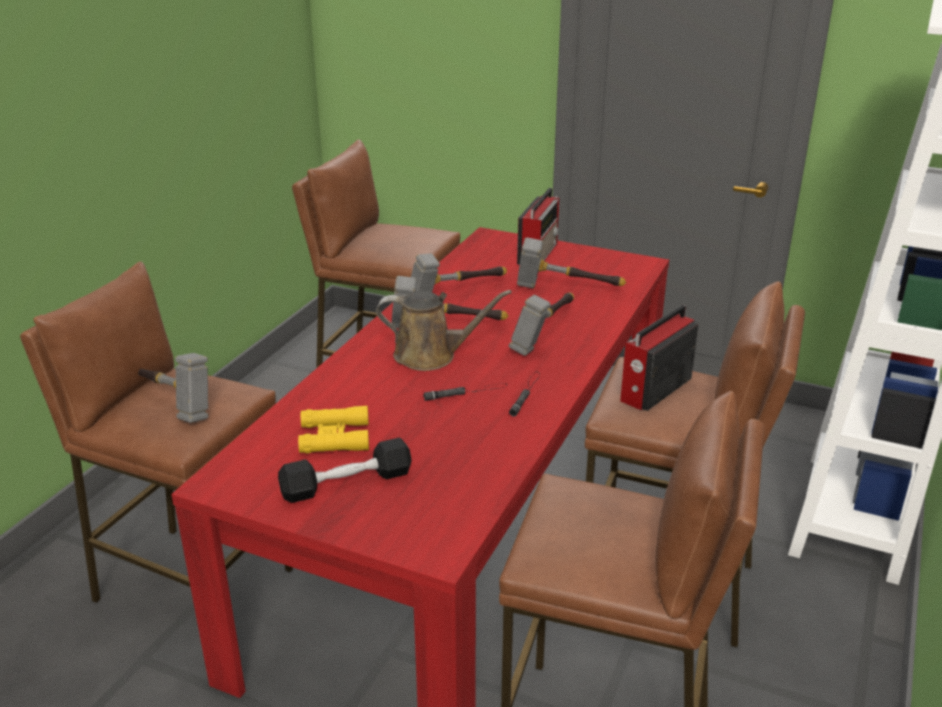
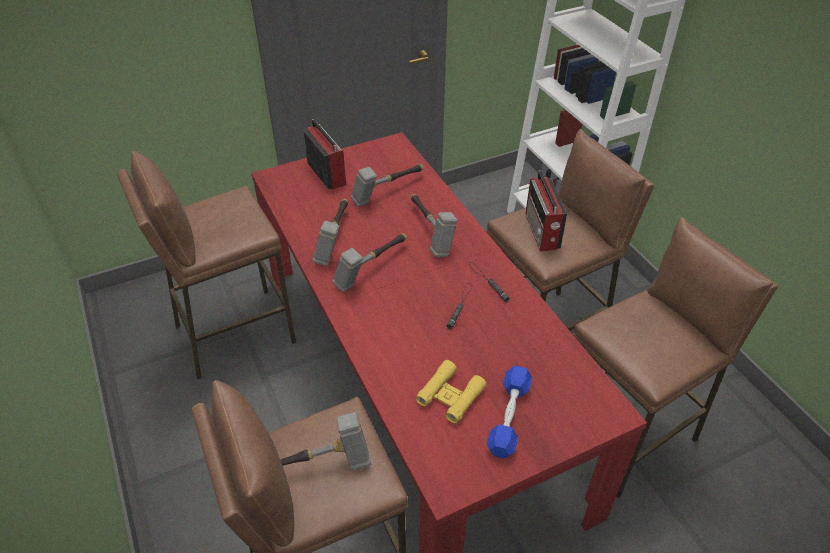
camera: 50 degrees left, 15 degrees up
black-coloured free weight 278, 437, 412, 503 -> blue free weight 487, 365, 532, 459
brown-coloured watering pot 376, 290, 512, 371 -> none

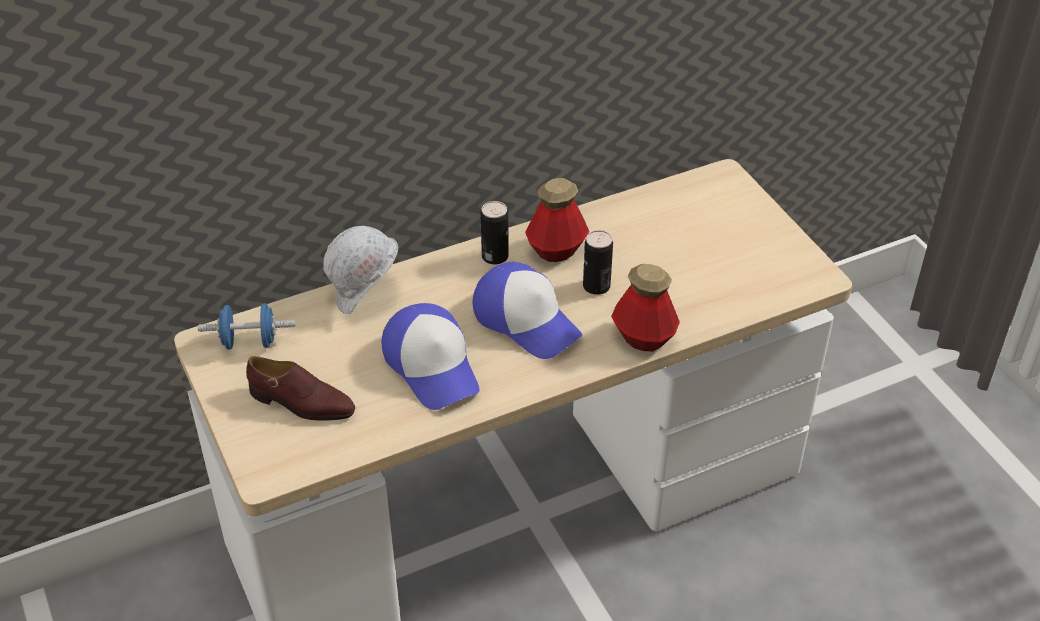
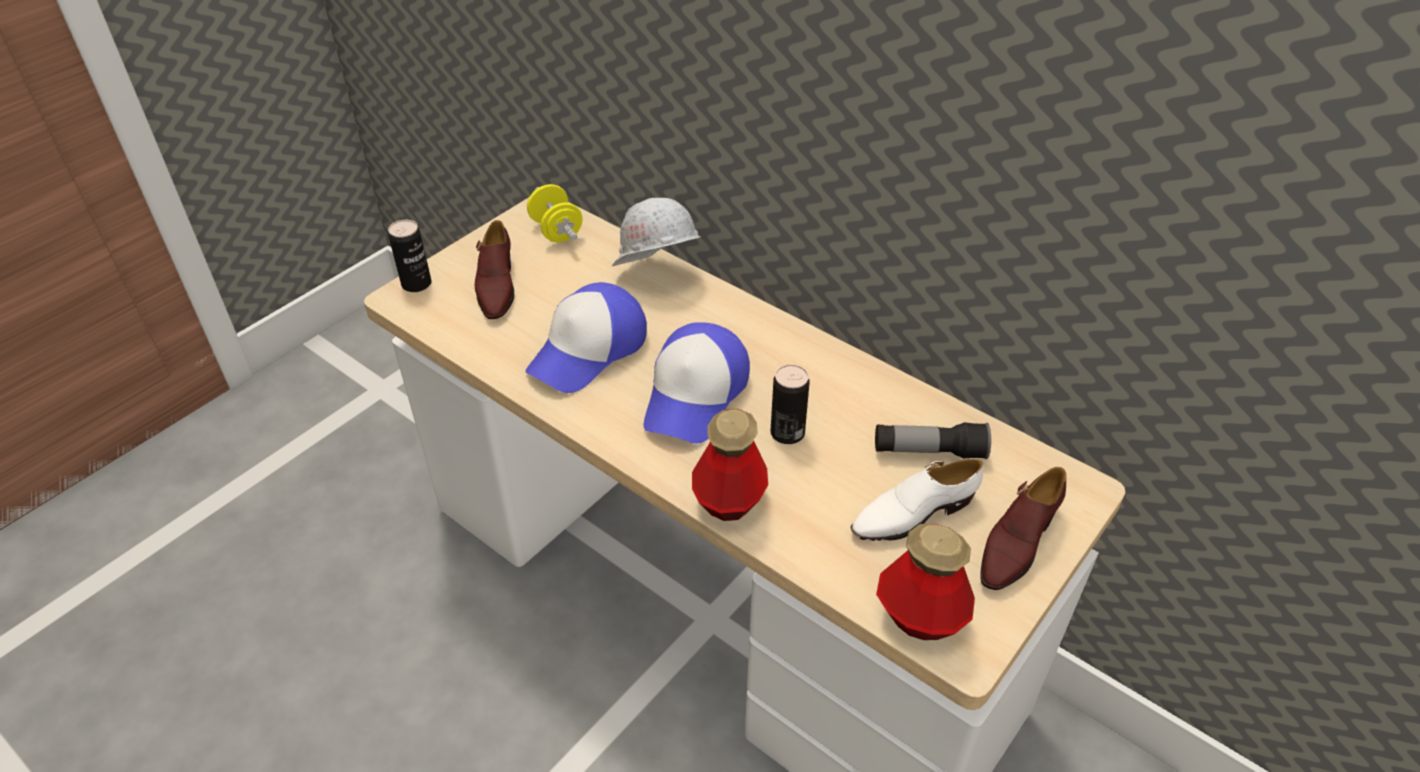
camera: 65 degrees right, 0 degrees up
can 481, 201, 509, 264 -> can 388, 220, 432, 292, moved
blue free weight 198, 303, 296, 350 -> yellow free weight 527, 184, 582, 242
none -> whitish low shoe 850, 459, 983, 541
none -> torch 875, 422, 991, 459
drink bottle 525, 178, 589, 262 -> drink bottle 876, 524, 975, 640, moved
none -> brown-coloured low shoe 980, 467, 1066, 590

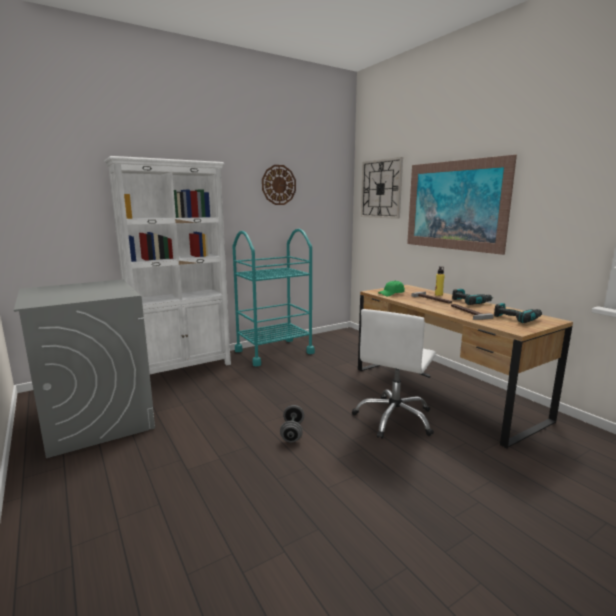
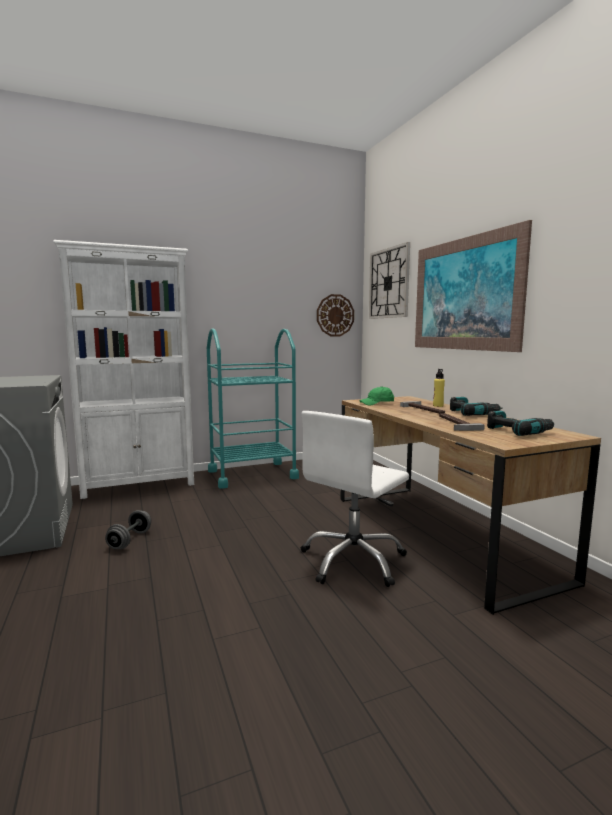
camera: 10 degrees right, 5 degrees down
greyish free weight 280, 405, 304, 443 -> greyish free weight 105, 510, 151, 549, moved
clock on the wall 262, 165, 296, 205 -> clock on the wall 317, 294, 354, 336, moved

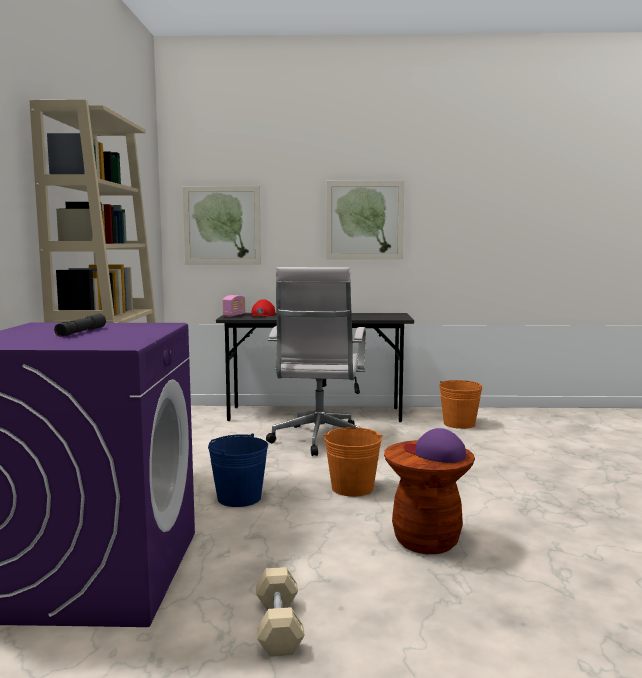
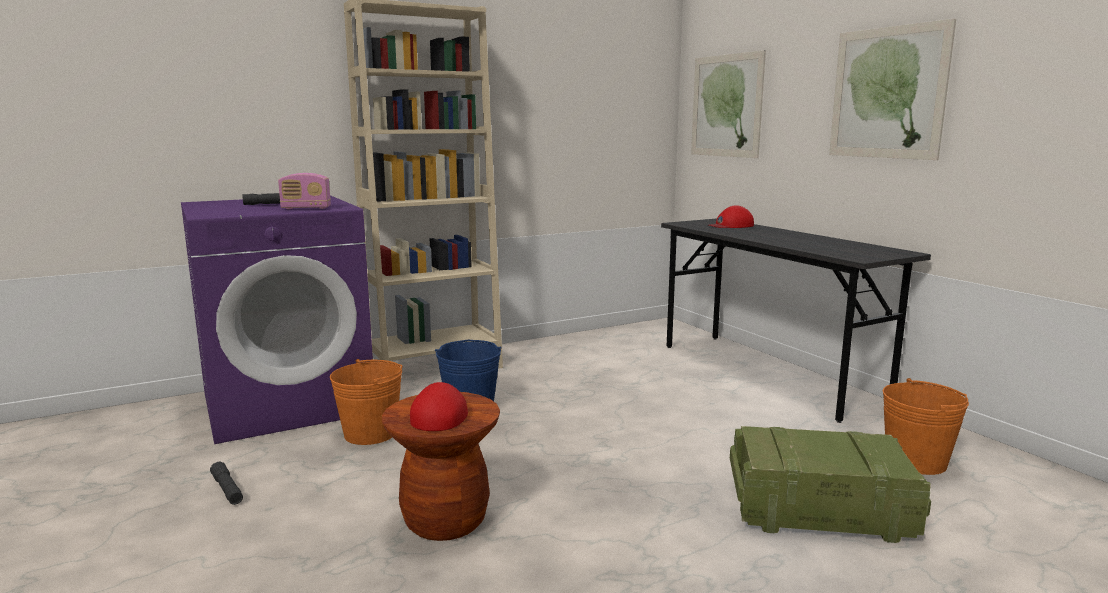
camera: 60 degrees right, 5 degrees up
beige-coloured free weight 256, 567, 305, 657 -> greyish torch 210, 462, 243, 505
radio set 223, 295, 245, 317 -> radio set 278, 173, 331, 209, moved
orange-coloured pail 323, 427, 383, 497 -> orange-coloured pail 330, 359, 403, 445, moved
purple-coloured baseball cap 404, 428, 466, 463 -> red-coloured baseball cap 410, 382, 468, 431
none -> crate 730, 426, 931, 543
whitish office chair 266, 267, 366, 456 -> none

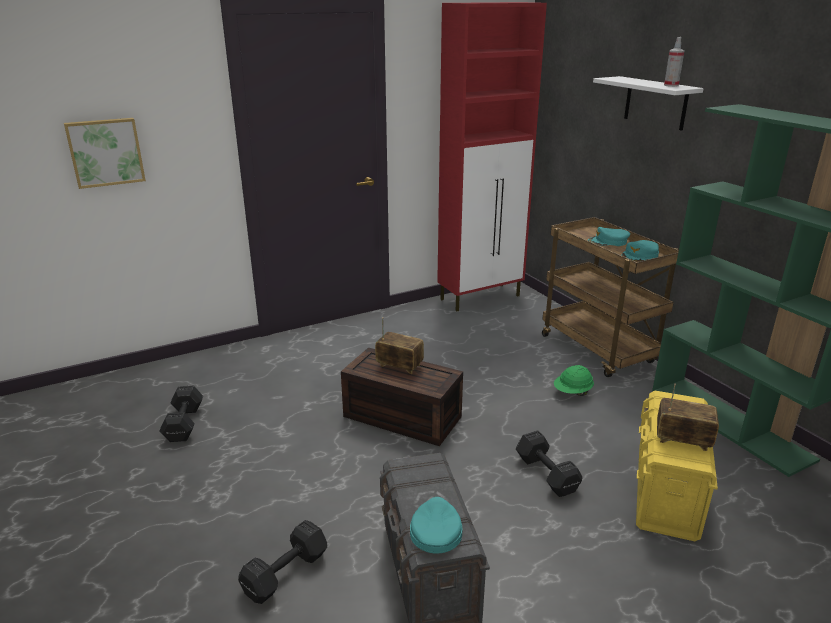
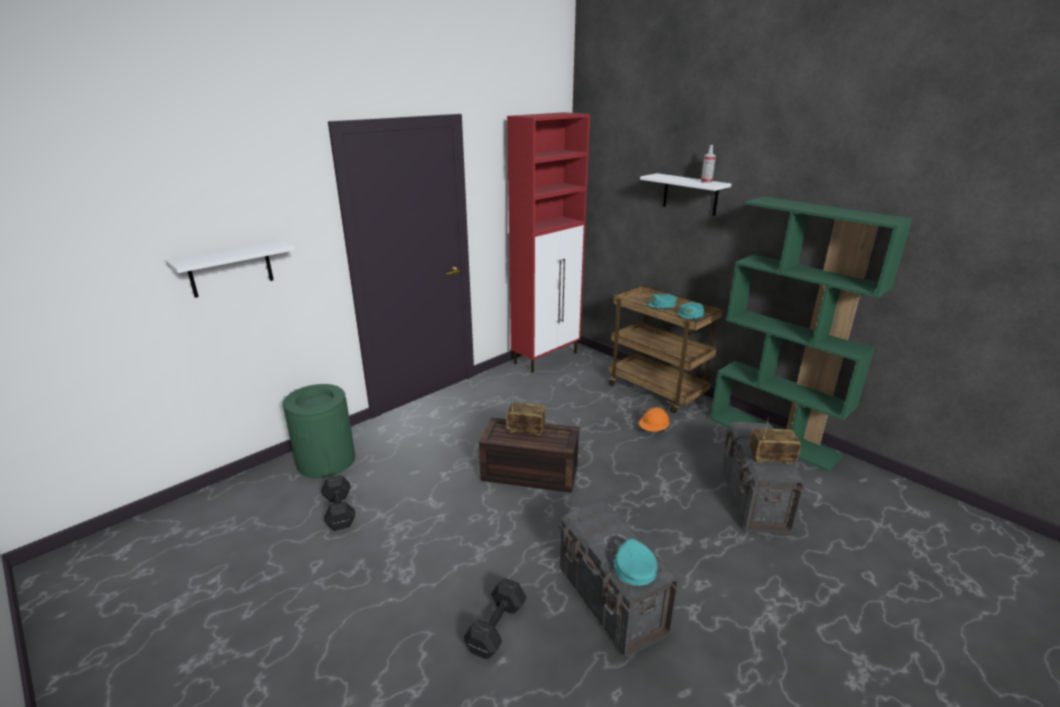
camera: 15 degrees left, 0 degrees up
wall picture 64, 118, 146, 189 -> whitish bracket shelf 166, 240, 296, 298
none -> green-coloured waste bin 283, 384, 355, 478
green-coloured safety helmet 554, 365, 594, 396 -> orange-coloured safety helmet 639, 407, 670, 432
yellow storage box 636, 390, 718, 541 -> greyish storage box 722, 422, 807, 534
black-coloured free weight 516, 431, 583, 497 -> none

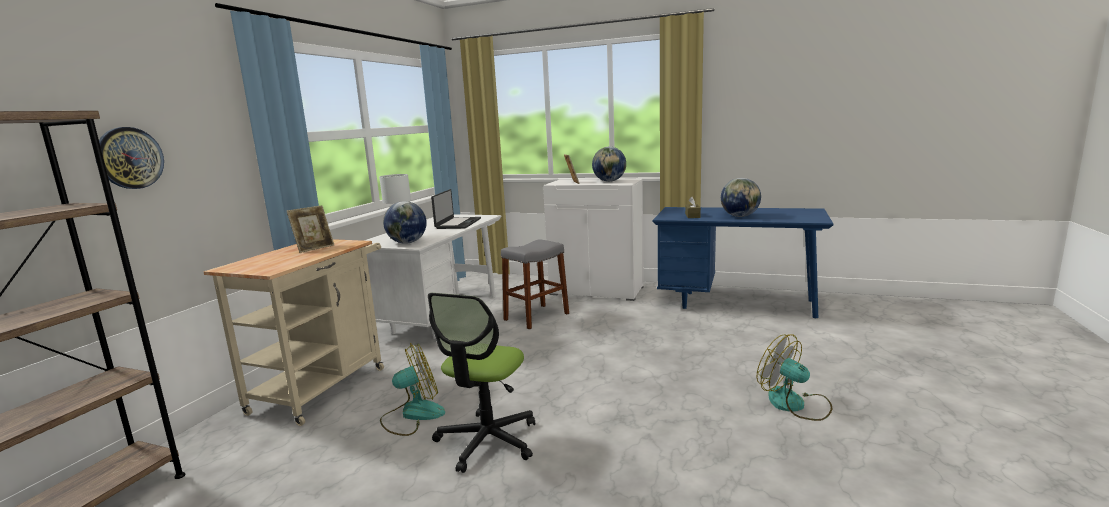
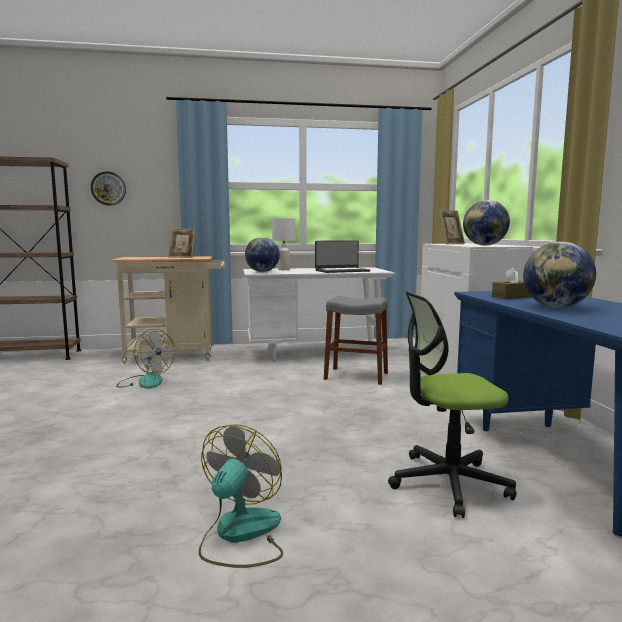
camera: 60 degrees right, 5 degrees down
office chair 428, 293, 535, 473 -> office chair 388, 291, 516, 518, moved

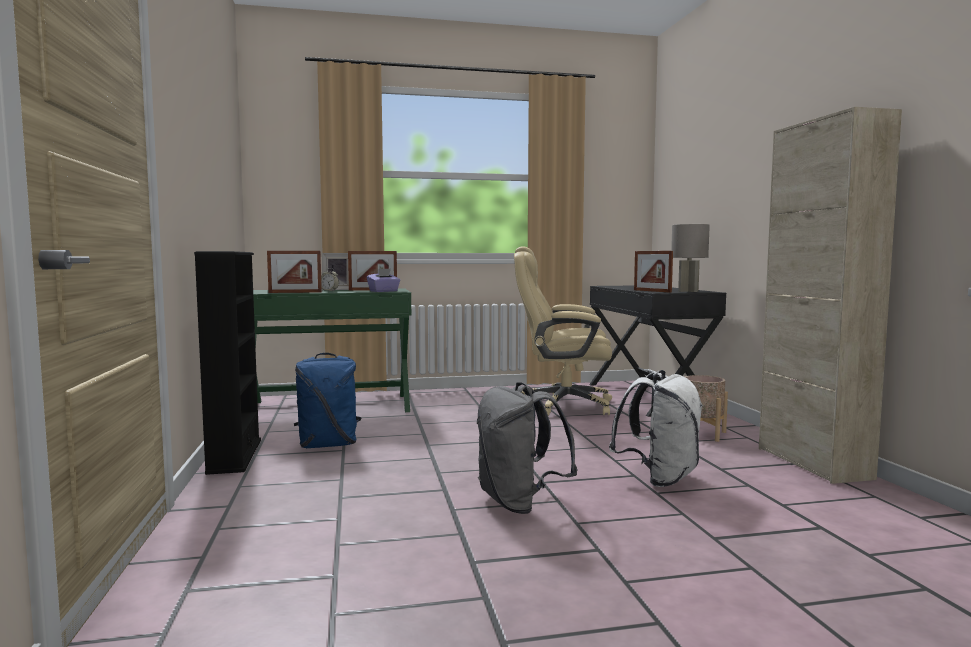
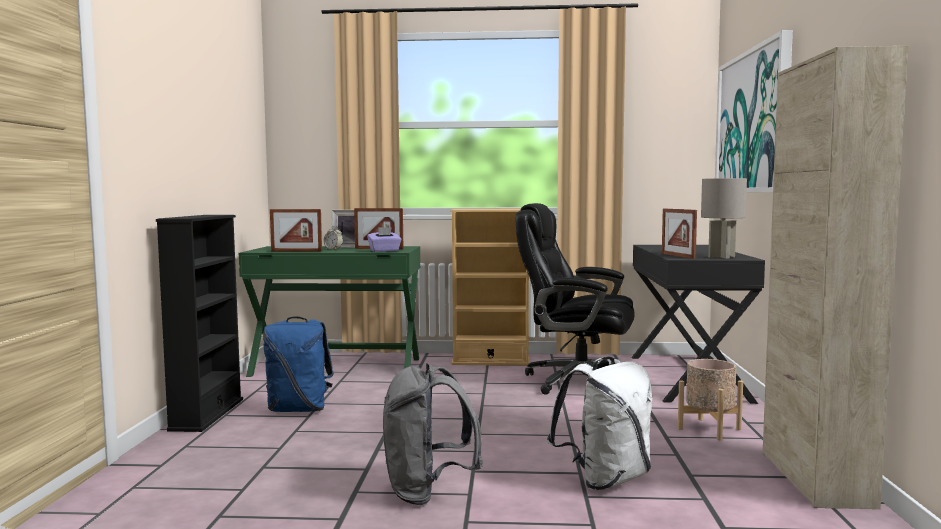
camera: 15 degrees right, 0 degrees up
none -> beige-coloured shelving unit 450, 209, 530, 366
beige-coloured office chair 514, 246, 612, 416 -> black-coloured office chair 516, 203, 635, 395
none -> wall picture 715, 30, 793, 192

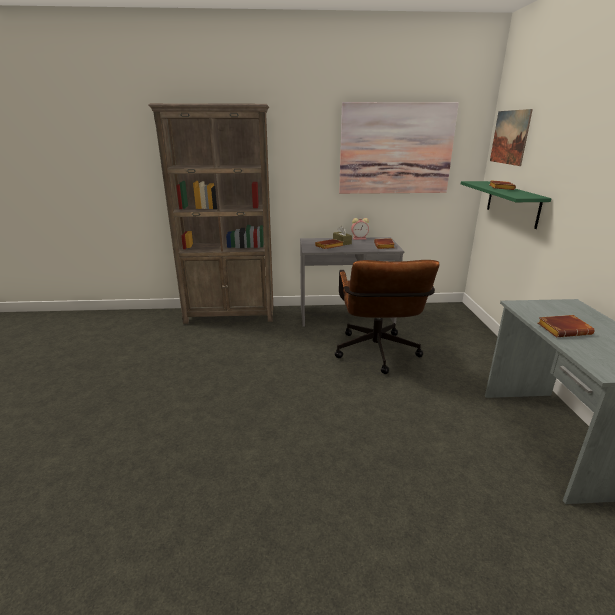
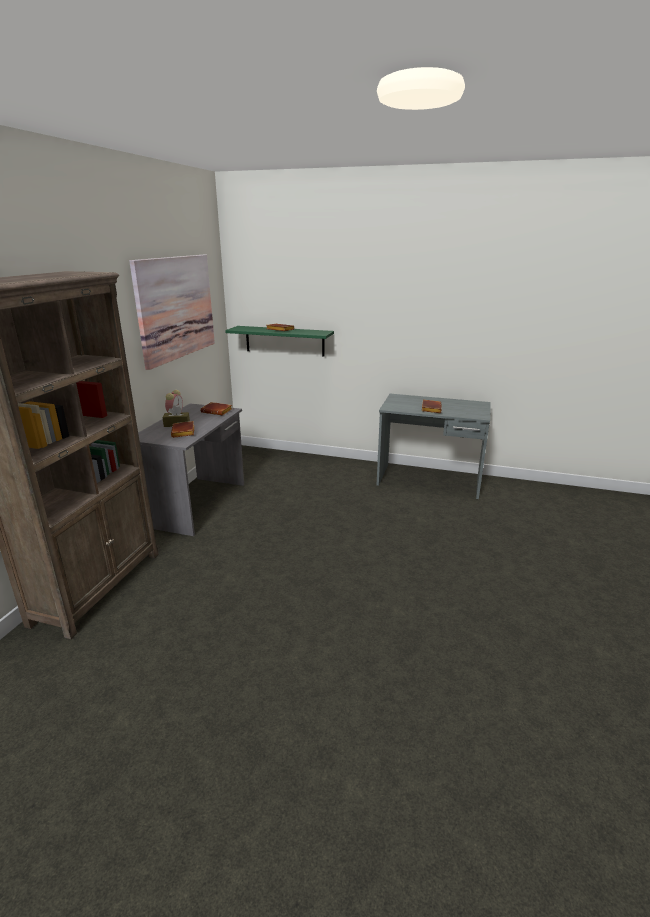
camera: 70 degrees left, 0 degrees up
brown-coloured office chair 335, 260, 439, 374 -> none
wall picture 490, 109, 533, 166 -> none

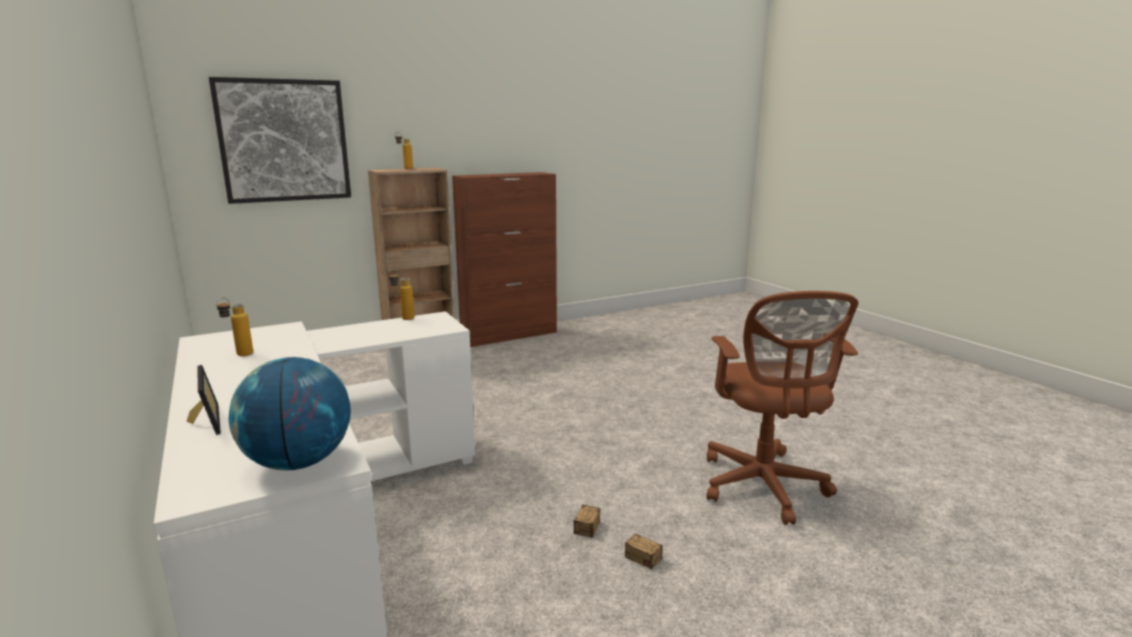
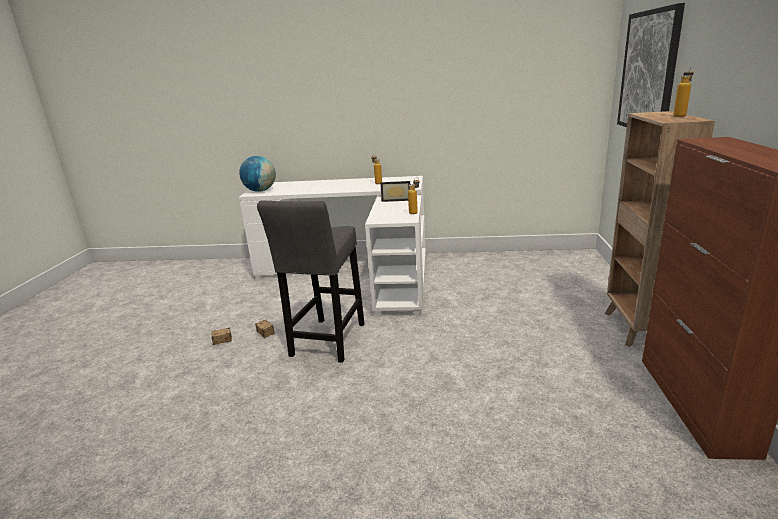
camera: 125 degrees right, 5 degrees up
none -> greyish stool seat 257, 200, 365, 363
picture frame 187, 365, 221, 435 -> picture frame 380, 181, 410, 202, moved
brown-coloured office chair 707, 291, 859, 525 -> none

